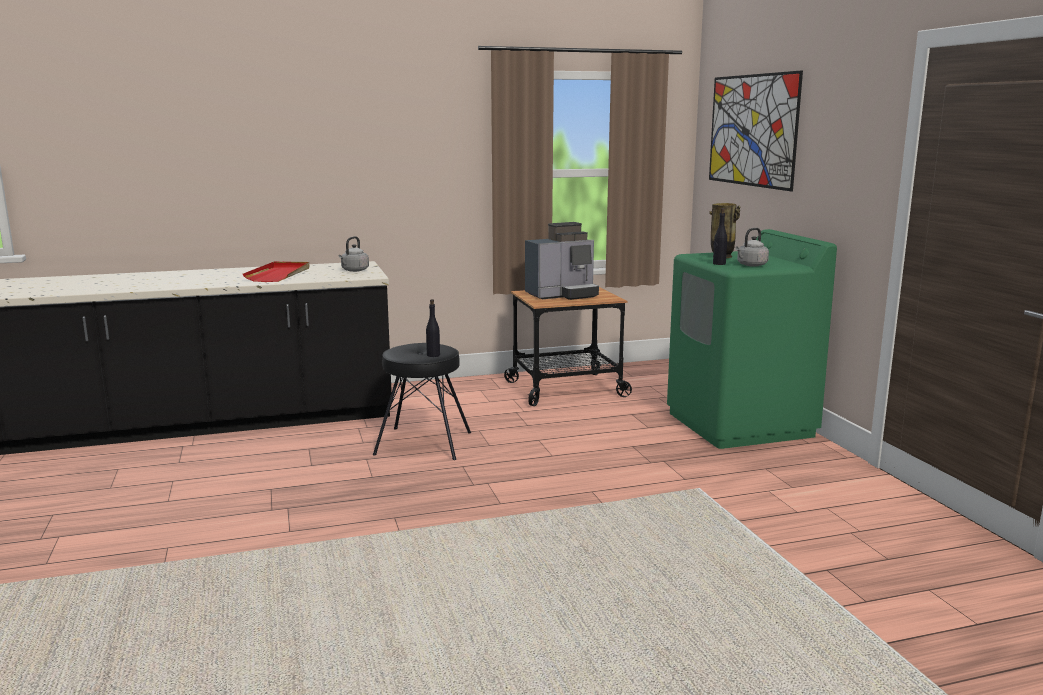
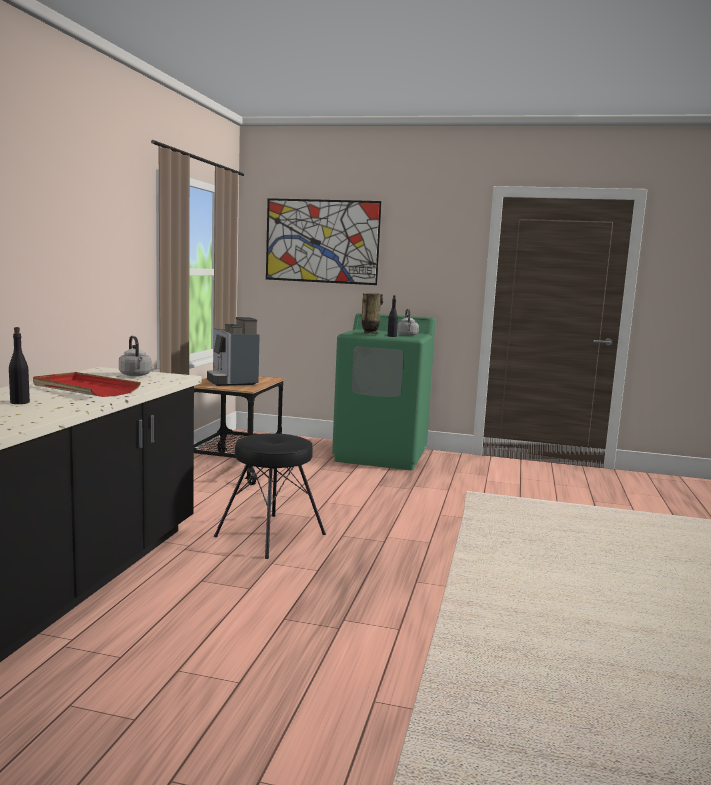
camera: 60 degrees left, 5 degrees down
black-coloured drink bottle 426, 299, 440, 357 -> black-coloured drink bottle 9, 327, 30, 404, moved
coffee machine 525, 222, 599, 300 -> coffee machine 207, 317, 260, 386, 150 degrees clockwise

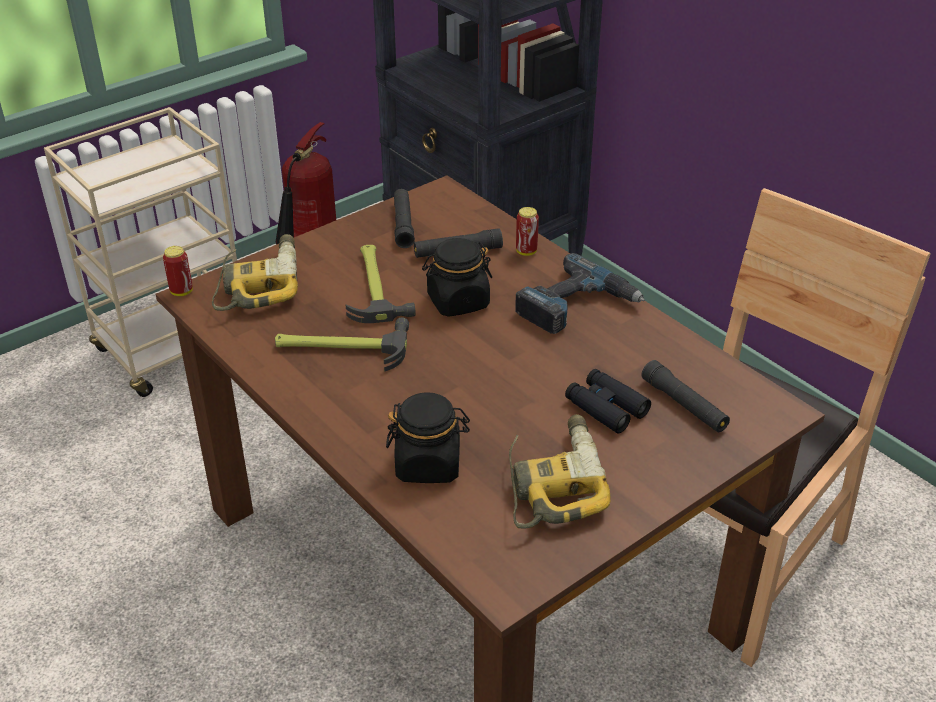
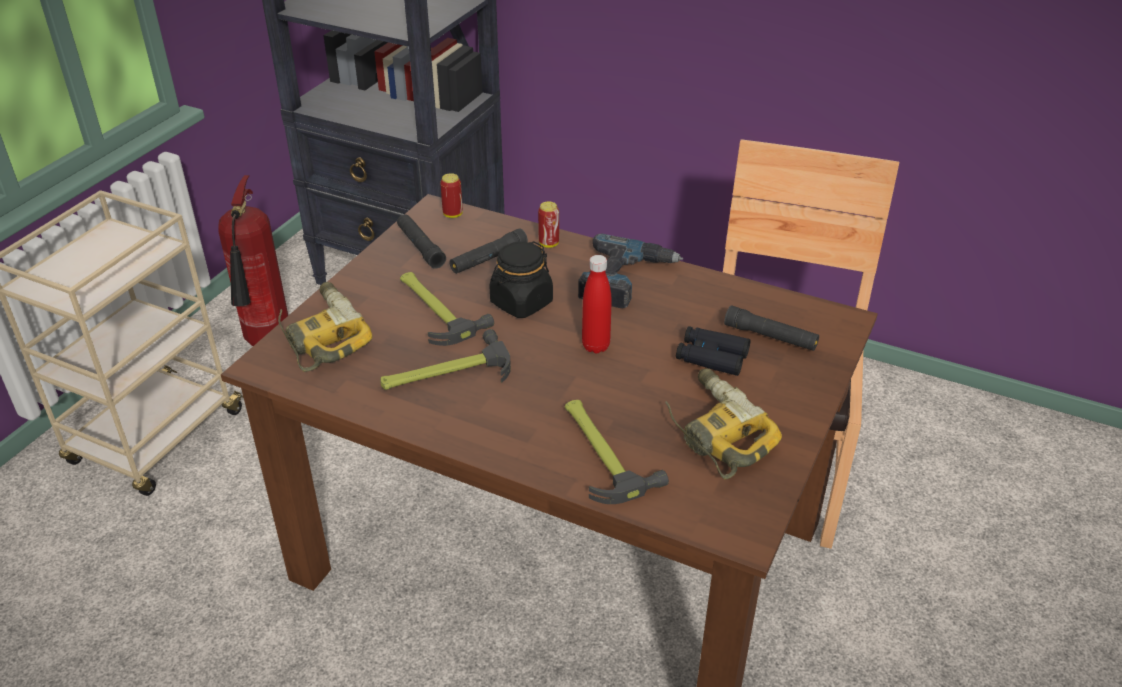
camera: 25 degrees left, 0 degrees up
can 163, 246, 193, 296 -> can 440, 173, 463, 218, moved
black-coloured preserve jar 386, 393, 470, 483 -> hammer 565, 400, 669, 504
none -> red-coloured drink bottle 582, 255, 612, 353

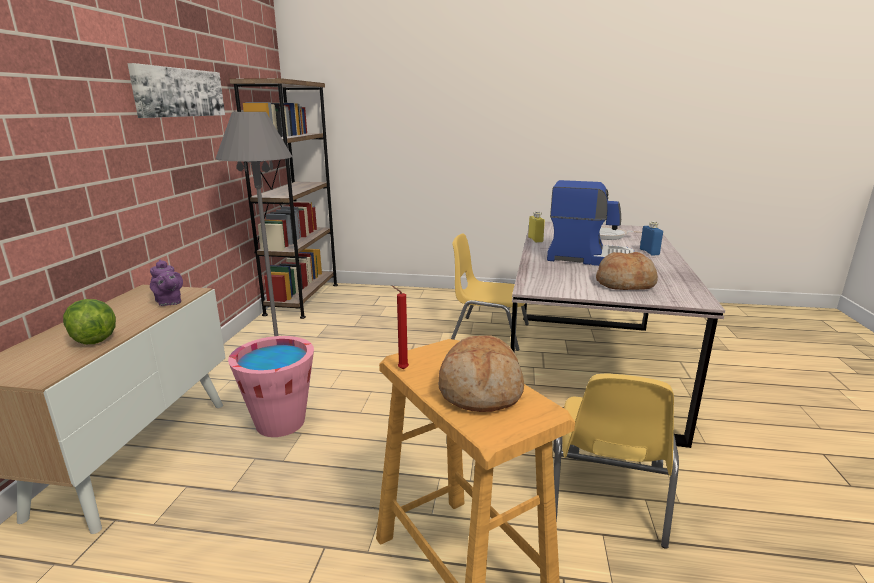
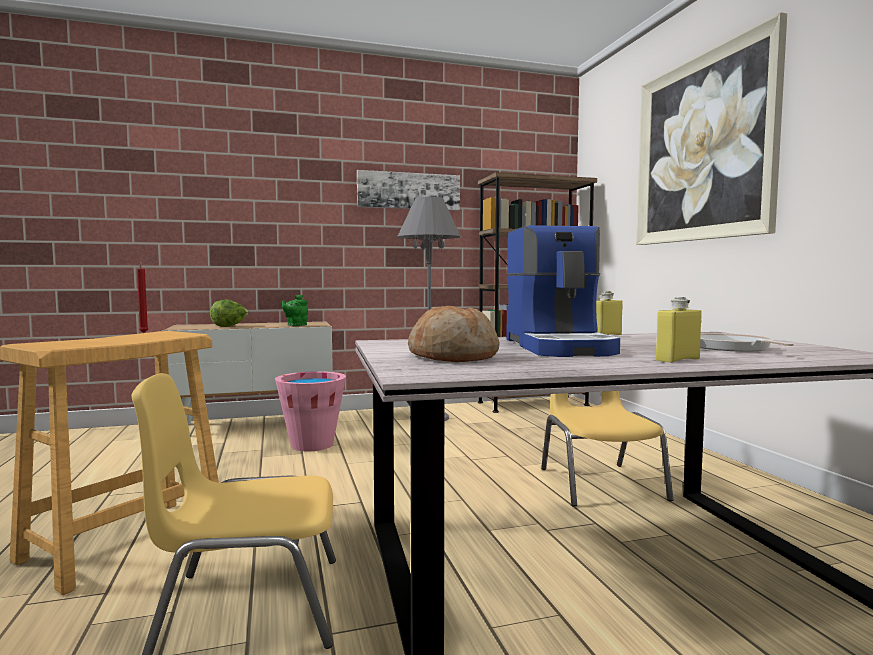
camera: 65 degrees right, 15 degrees down
purple-coloured teapot 150, 260, 183, 306 -> green-coloured teapot 282, 295, 308, 326
none -> wall picture 636, 12, 787, 245
blue drink bottle 640, 221, 663, 255 -> yellow drink bottle 656, 297, 702, 363
bakery bread 438, 335, 524, 412 -> none

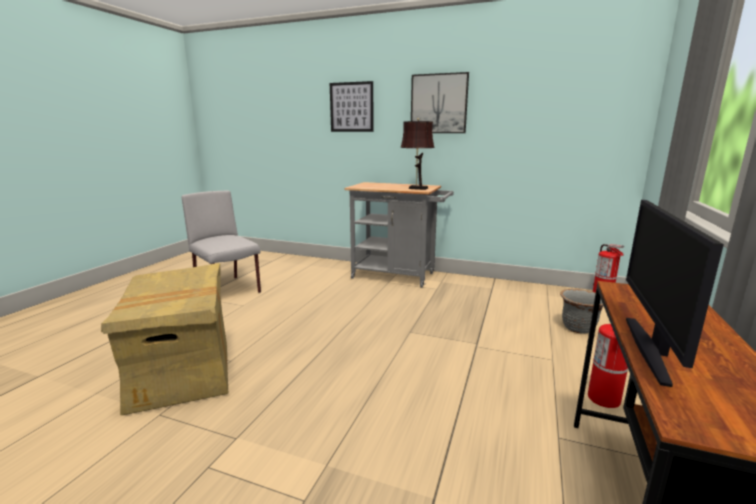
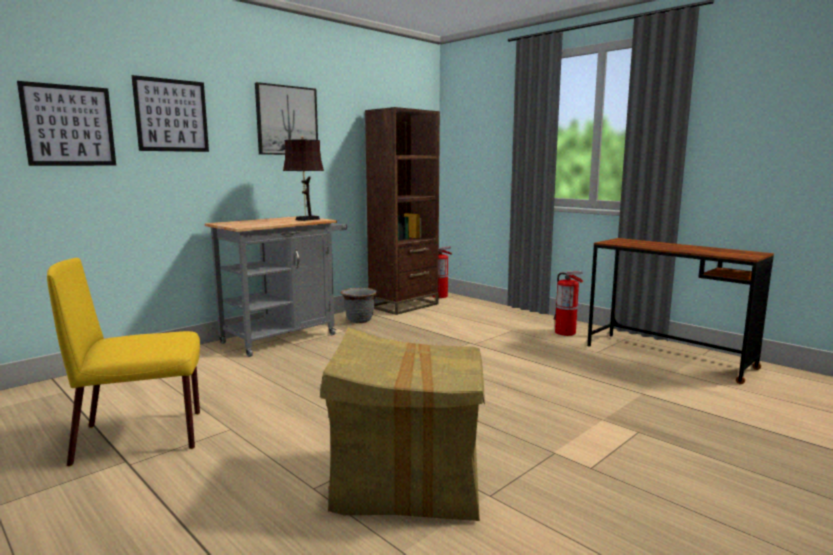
camera: 65 degrees left, 5 degrees down
none -> wall picture 17, 81, 116, 166
greyish plain chair 181, 191, 261, 293 -> yellow plain chair 47, 258, 200, 467
greyish flower pot 560, 289, 604, 334 -> greyish flower pot 341, 288, 377, 323, moved
none -> brown-coloured shelving unit 365, 107, 440, 315
computer display 626, 200, 724, 387 -> none

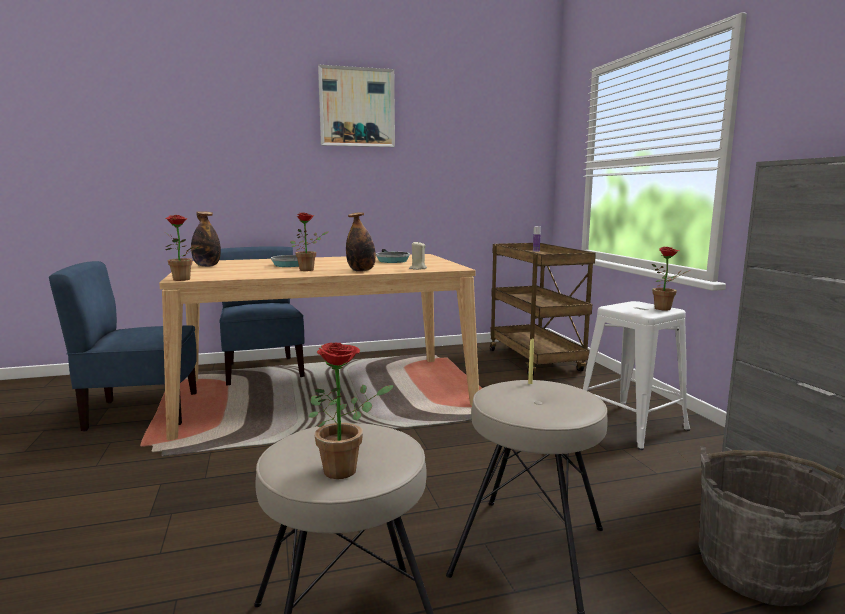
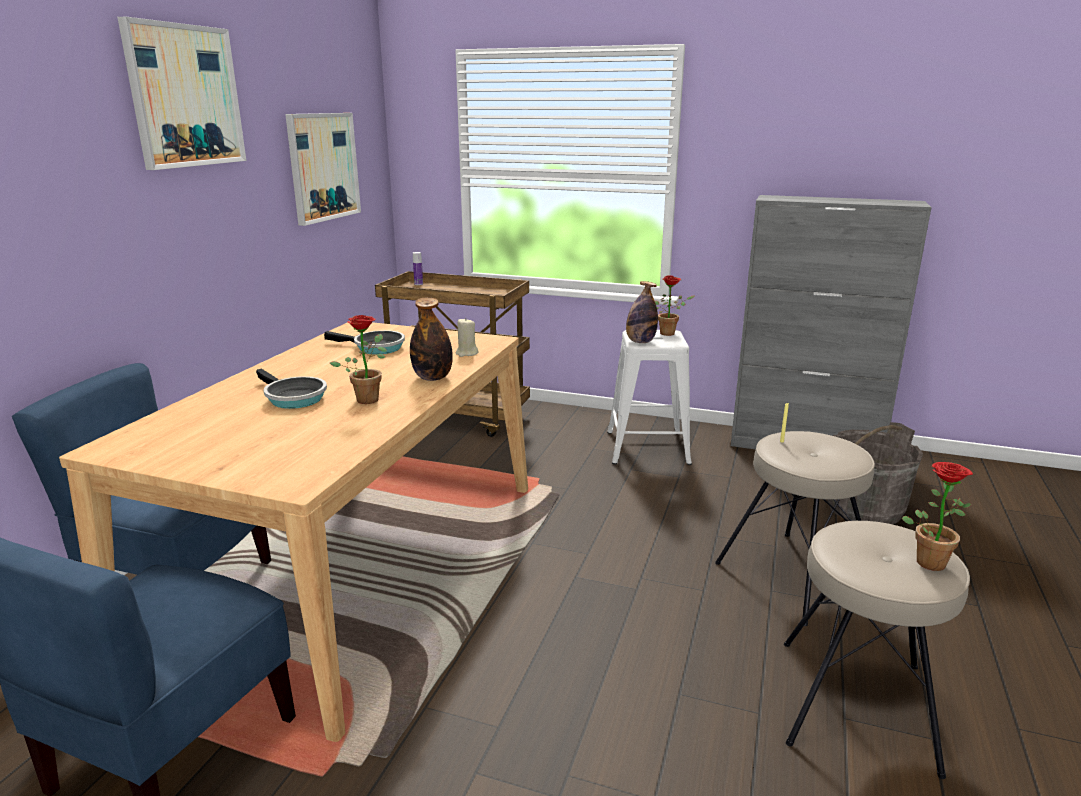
camera: 55 degrees left, 10 degrees up
none -> wall picture 285, 113, 361, 226
drink bottle 191, 211, 221, 267 -> drink bottle 626, 281, 658, 343, moved
plant in a pot 165, 215, 200, 281 -> none

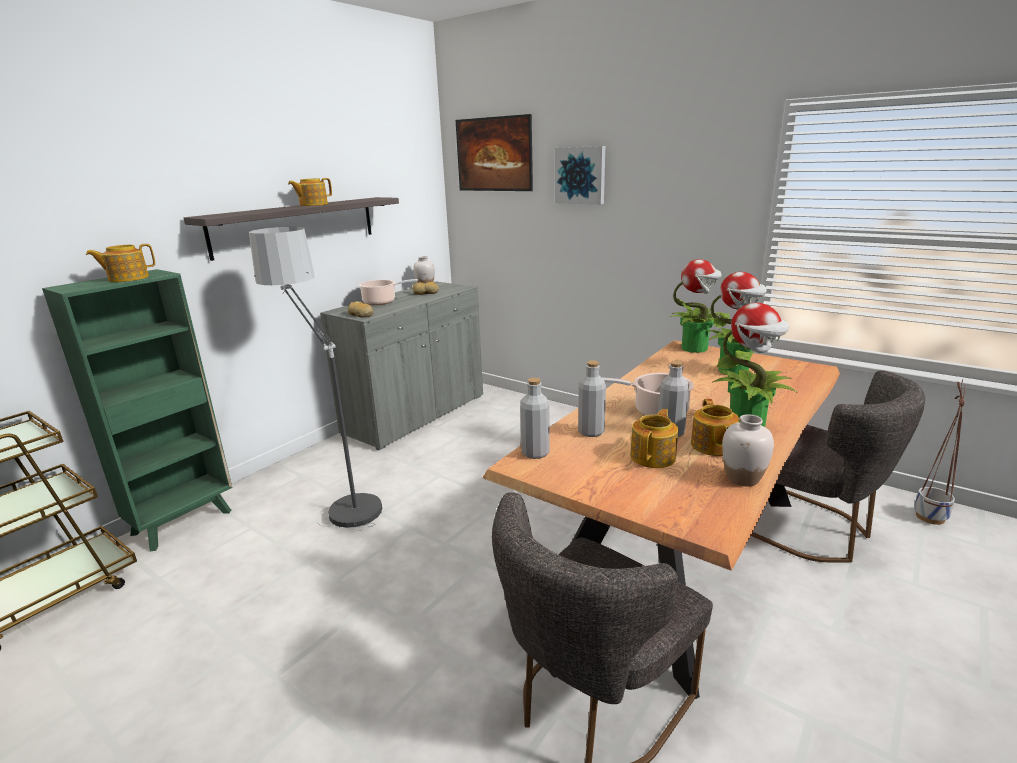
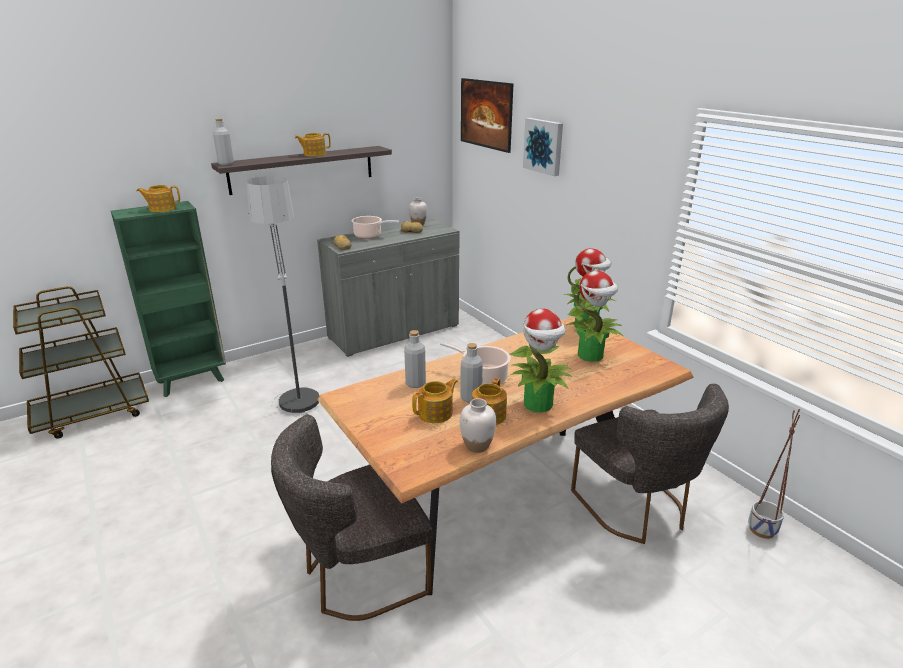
camera: 20 degrees right, 5 degrees up
greyish drink bottle 520, 378, 550, 459 -> greyish drink bottle 213, 119, 234, 165, moved

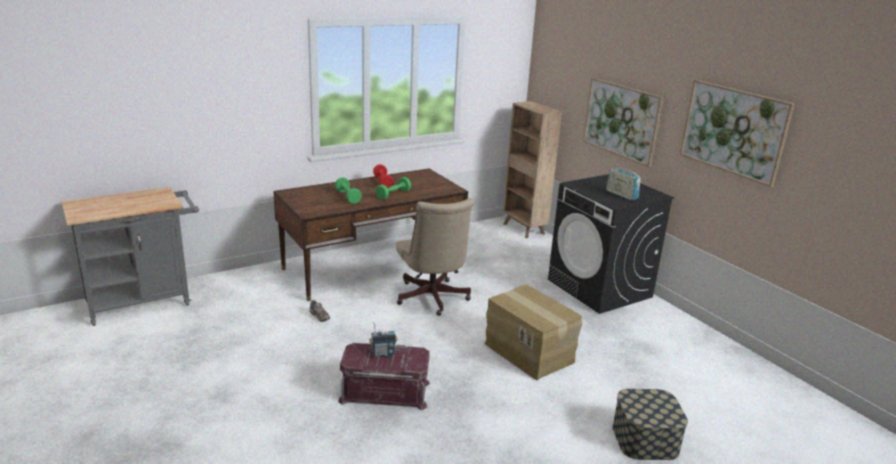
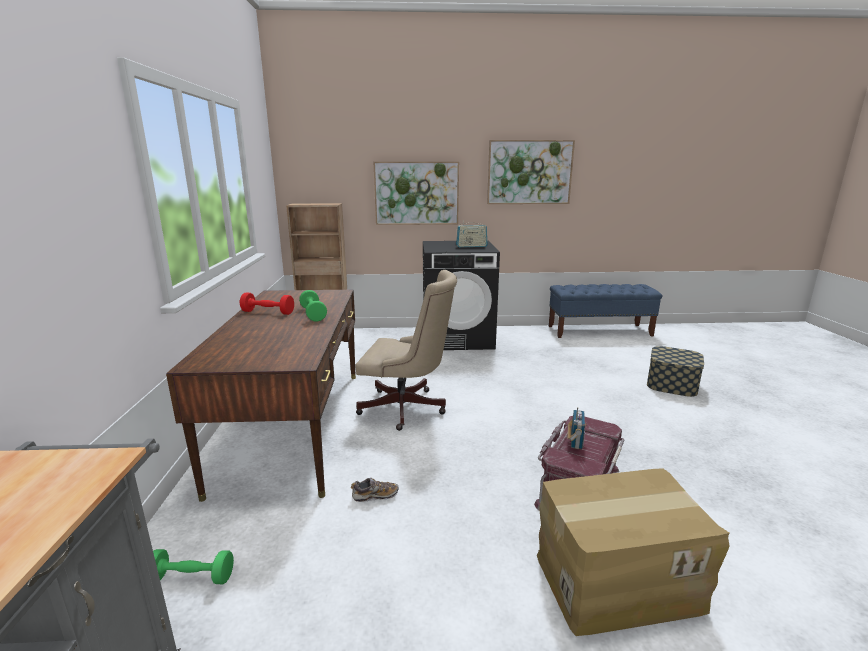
camera: 60 degrees left, 5 degrees down
green-coloured free weight 335, 177, 362, 204 -> green-coloured free weight 153, 549, 234, 584, moved
cardboard box 485, 285, 582, 381 -> cardboard box 537, 468, 729, 636, moved
none -> blue indoor bench 549, 284, 662, 338

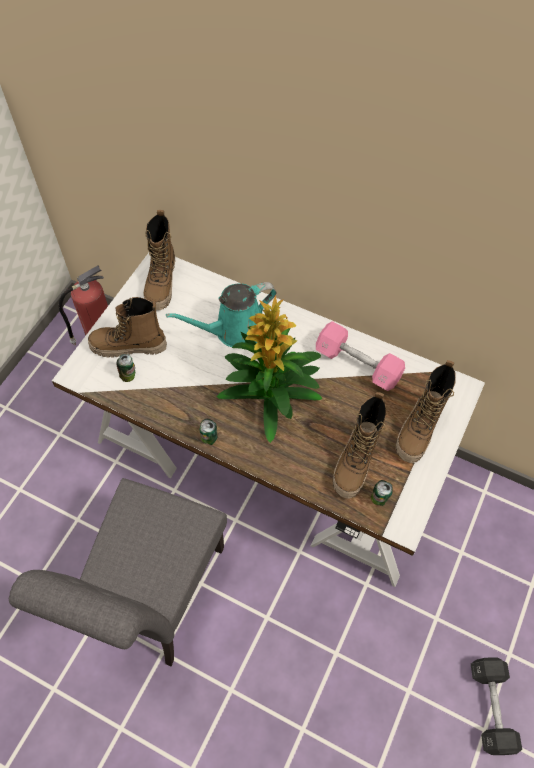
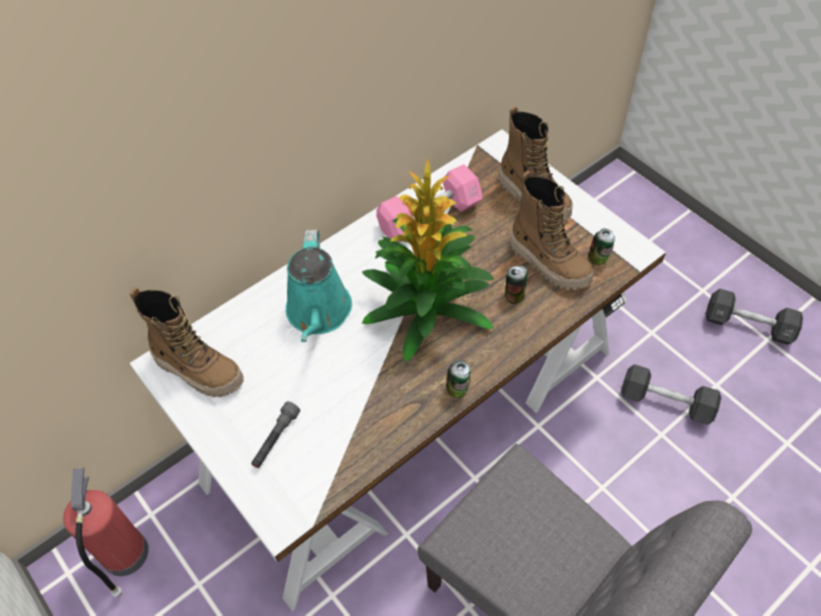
camera: 65 degrees left, 5 degrees down
tall boot 88, 297, 167, 358 -> greyish torch 251, 401, 300, 468
can 116, 354, 135, 382 -> can 505, 266, 527, 304, moved
none -> black-coloured free weight 621, 364, 721, 425

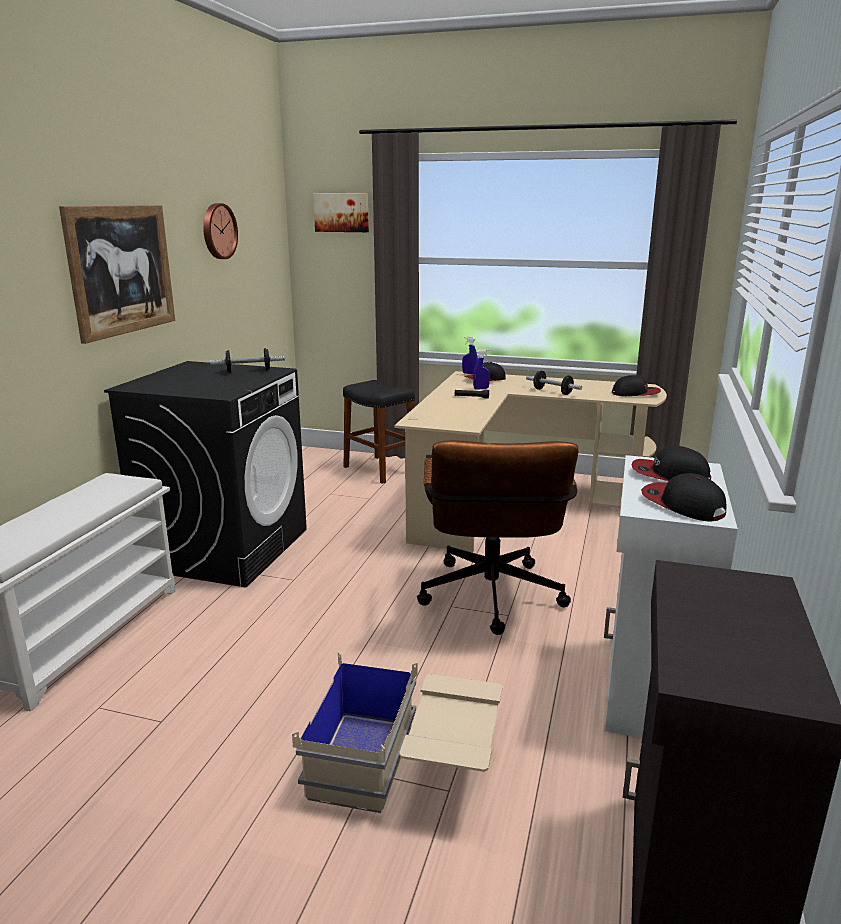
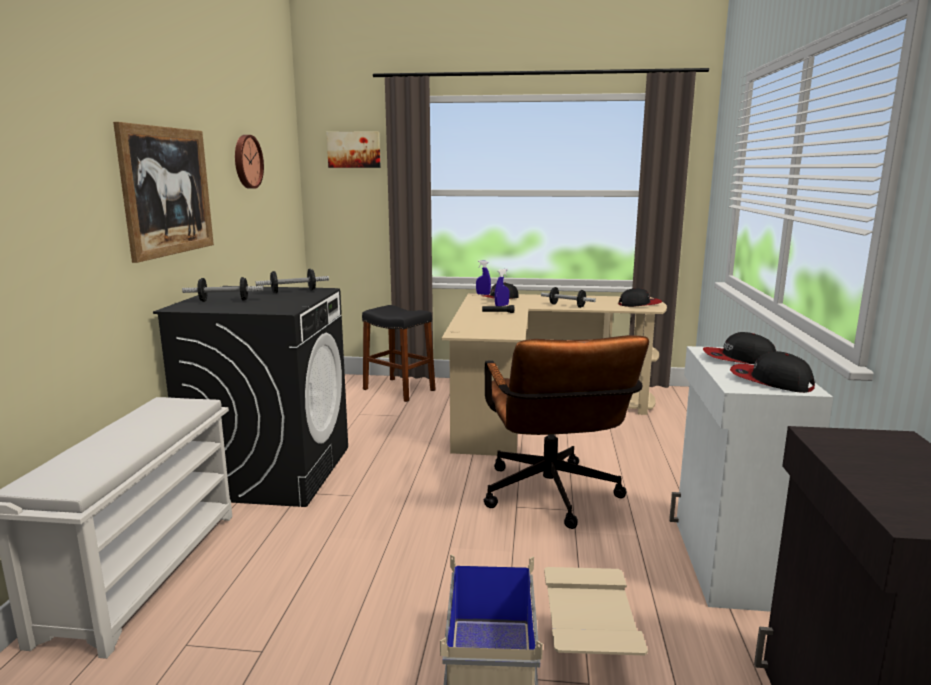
camera: 10 degrees left, 5 degrees down
none -> free weight 182, 277, 264, 302

